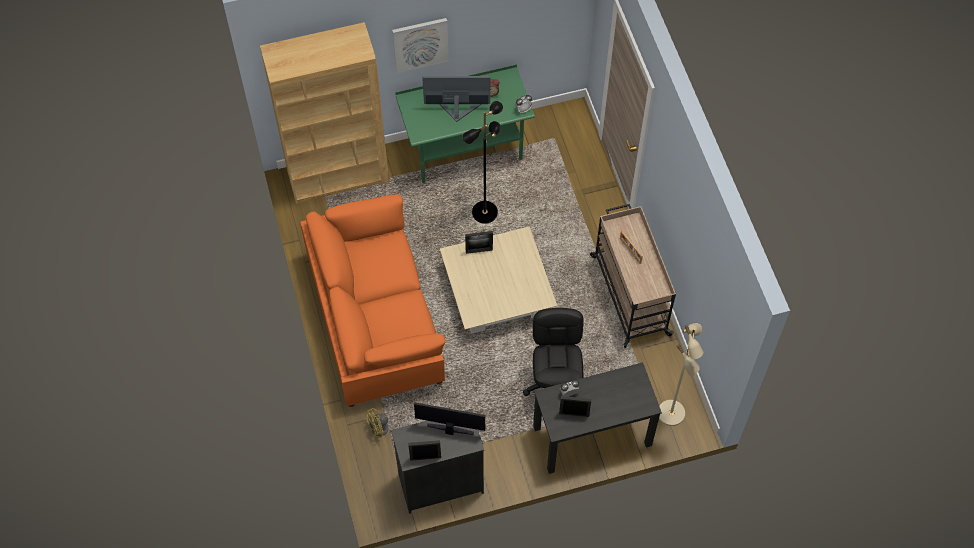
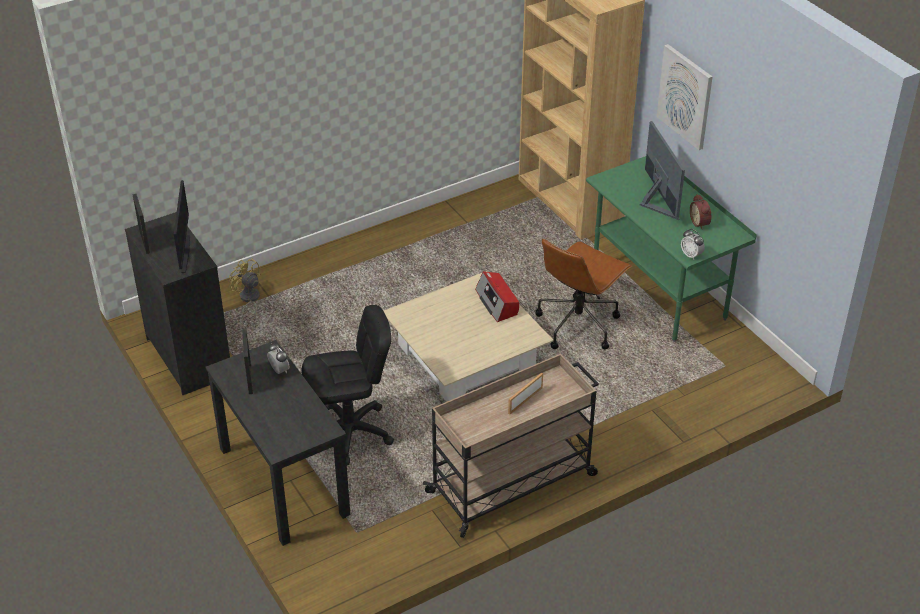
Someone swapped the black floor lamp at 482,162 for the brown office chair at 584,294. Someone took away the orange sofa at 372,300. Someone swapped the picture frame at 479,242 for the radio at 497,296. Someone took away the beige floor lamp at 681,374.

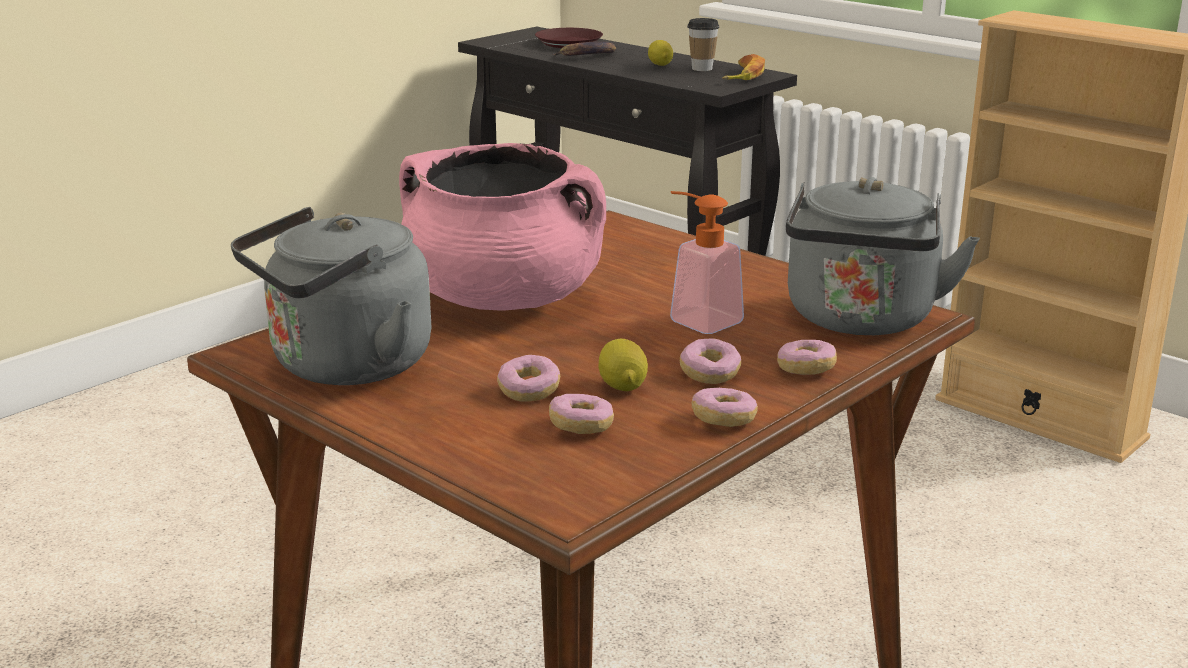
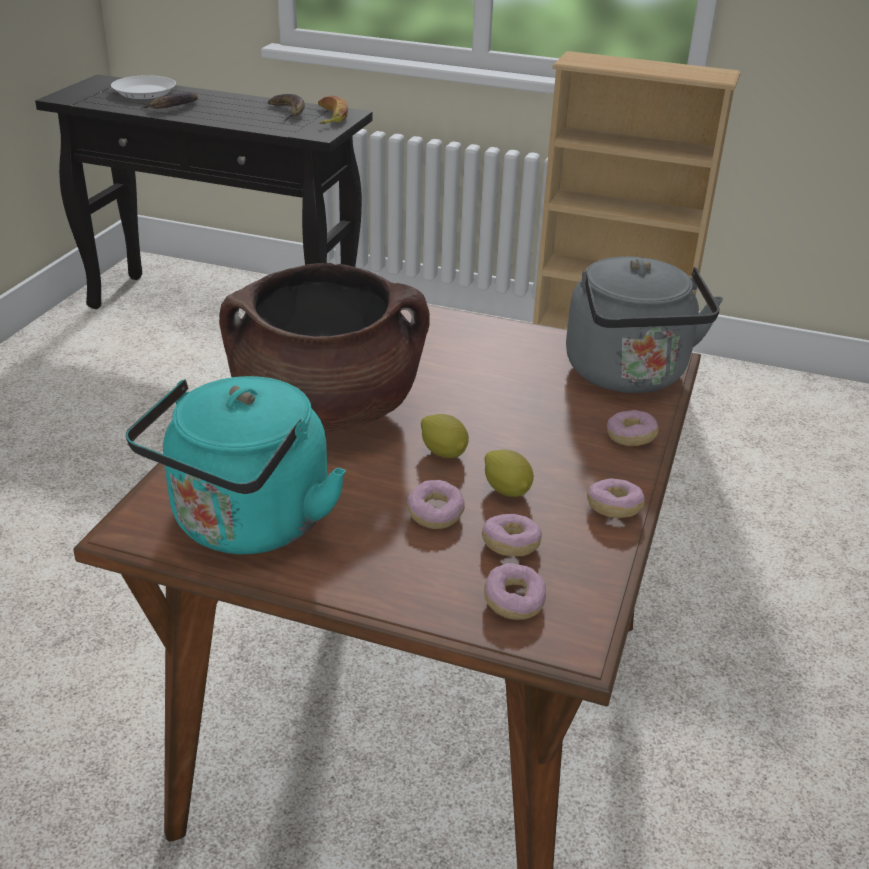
Someone swapped the cup at 703,44 for the banana at 286,108. Someone repainted the brown plate at 569,38, which became the white plate at 143,87. Someone carried the lemon from 660,53 to 445,436. Someone repainted the pink cooking pot at 502,226, which became the brown cooking pot at 324,347. Someone took away the soap dispenser at 707,262. Someone repainted the grey kettle at 331,296, which became the turquoise kettle at 236,465. Someone carried the donut from 710,361 to 515,591.

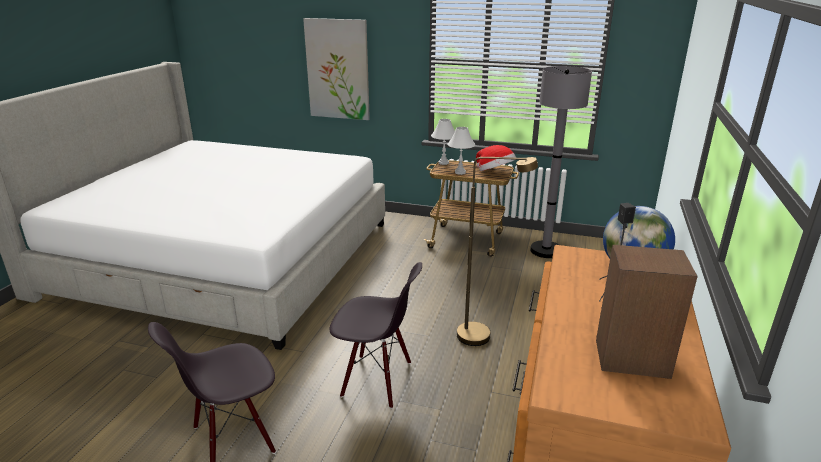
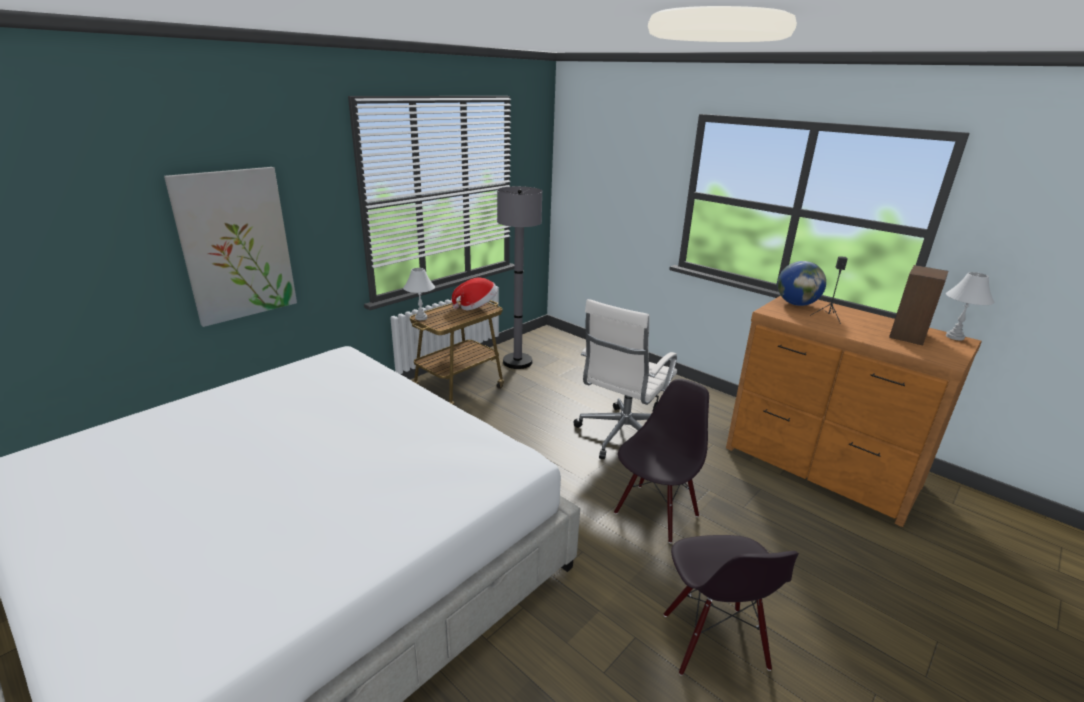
Someone carried the white table lamp from 461,151 to 970,306. Someone swapped the brown floor lamp at 497,251 for the white office chair at 625,379.

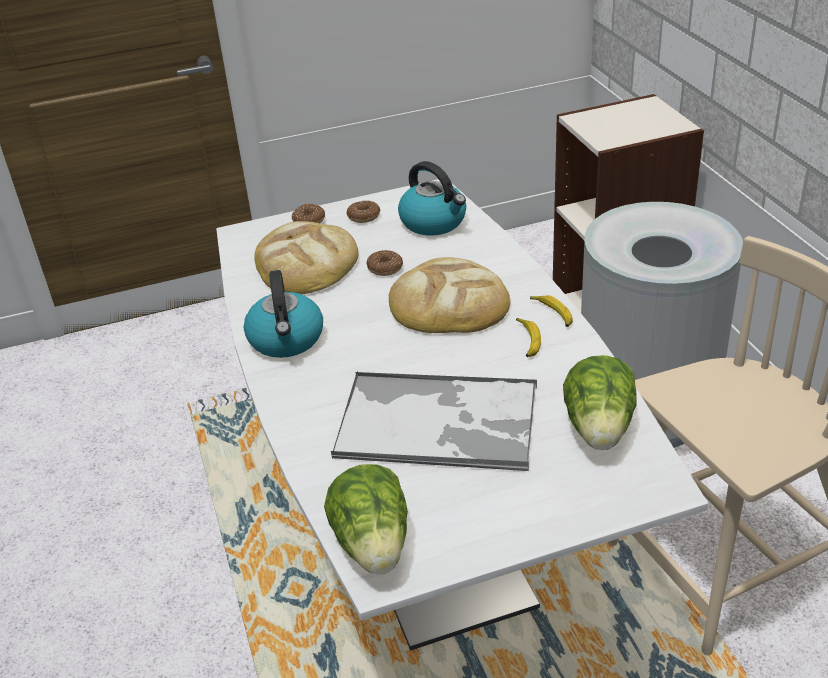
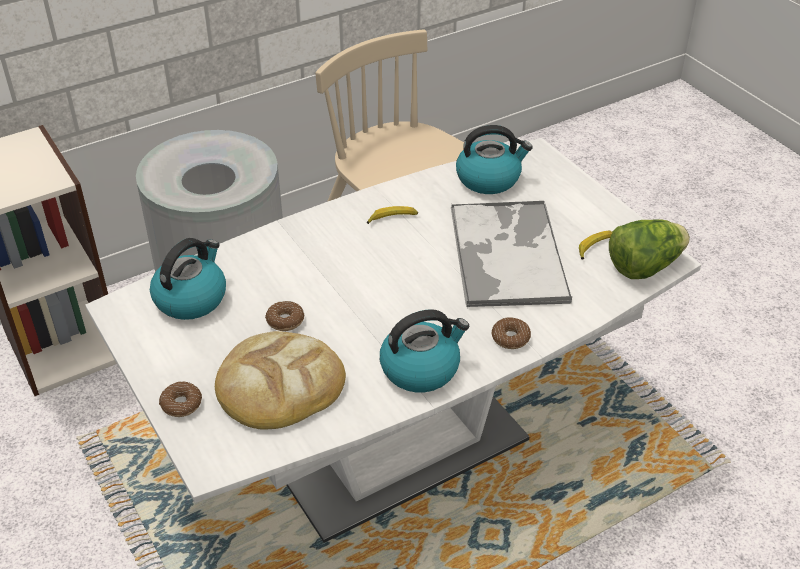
Someone carried the donut from 364,211 to 511,333. Someone took away the bread at 449,295. Someone carried the banana from 551,311 to 595,245. Someone swapped the lettuce at 600,402 for the kettle at 494,159.

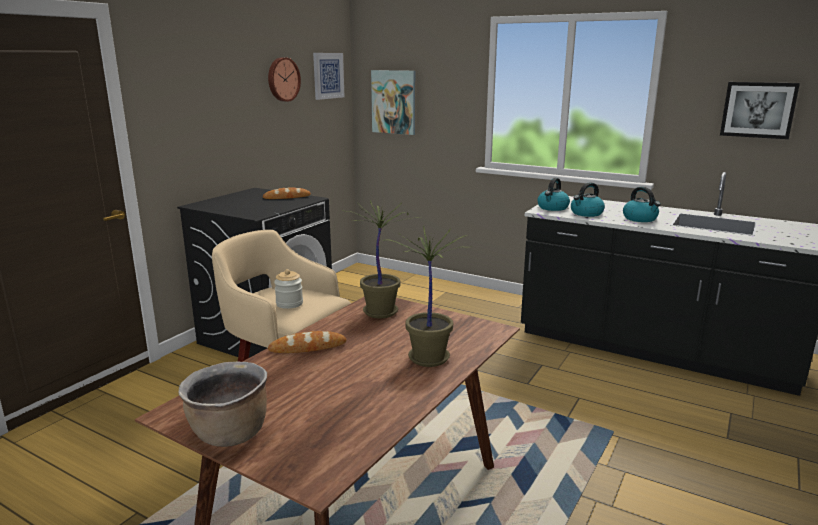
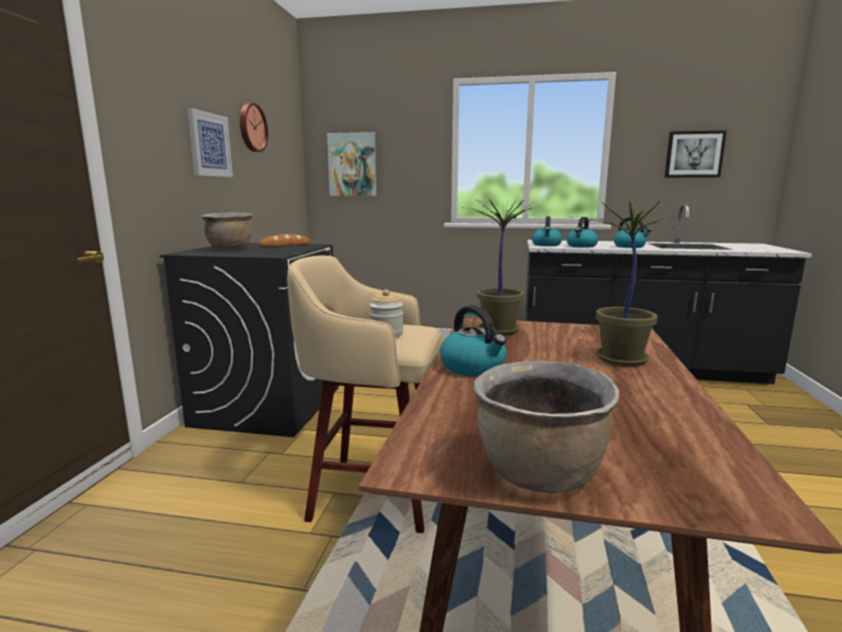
Someone carried the picture from 329,76 to 210,142. Someone swapped the bread at 307,342 for the kettle at 473,340. Someone put down the brown cooking pot at 227,231.

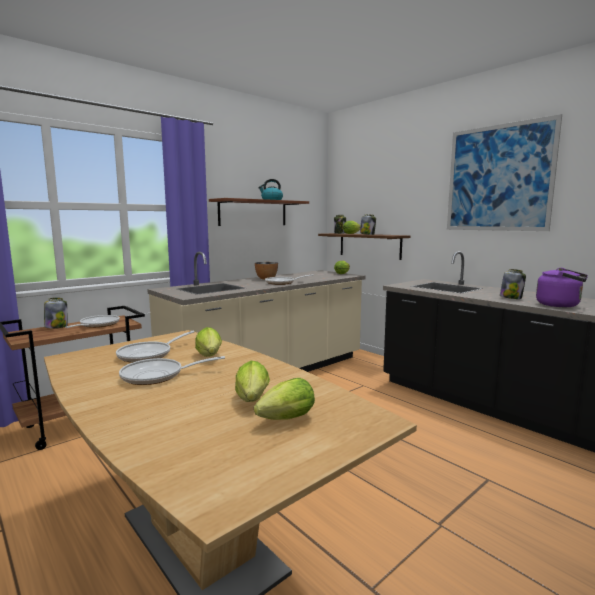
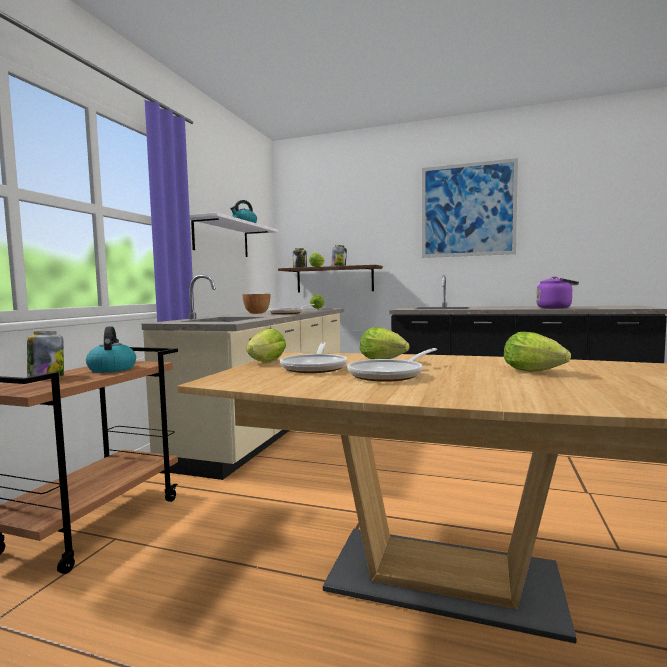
Someone repainted the brown shelf at 259,212, which became the white shelf at 234,234. Someone took away the jar at 513,284. Someone swapped the frying pan at 92,321 for the kettle at 111,350. Someone carried the lettuce from 284,399 to 266,345.

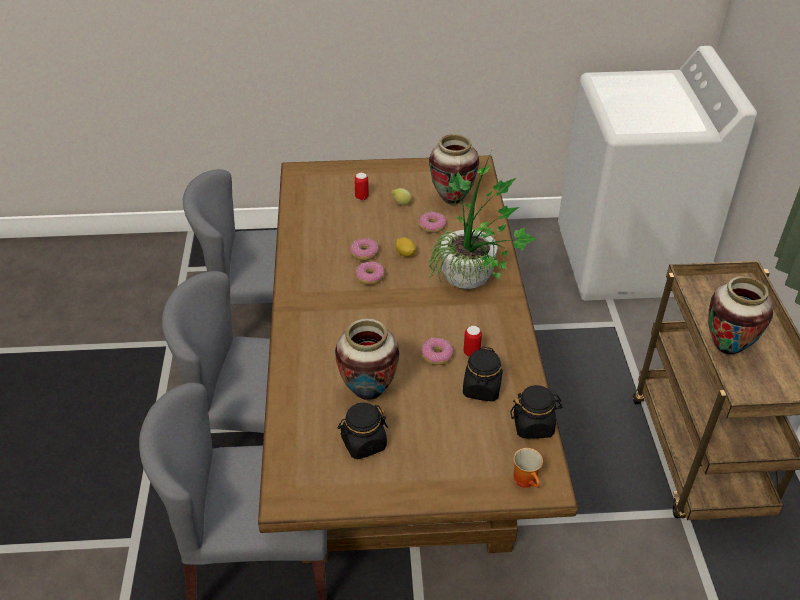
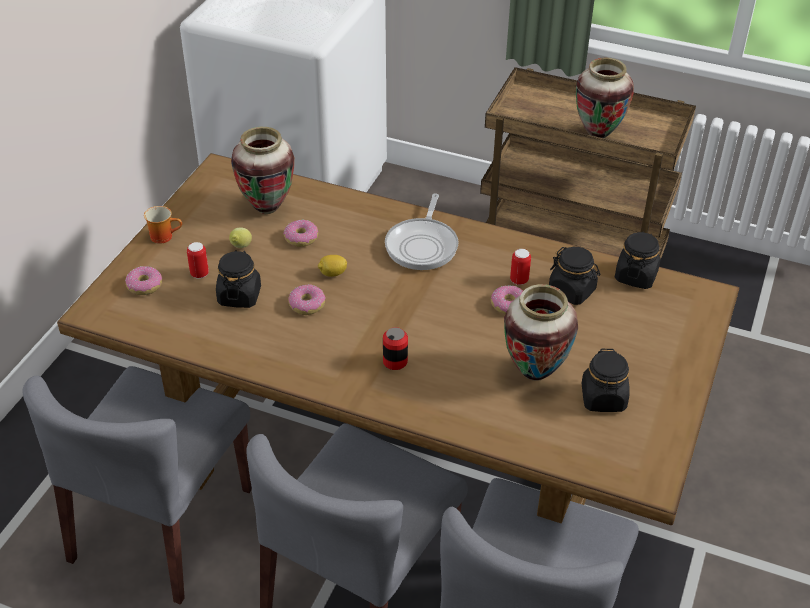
Someone swapped the potted plant at 482,221 for the frying pan at 422,231. Someone carried the donut from 370,273 to 143,280. Someone carried the mug from 528,468 to 163,225. Someone put down the black jar at 238,279. Someone put down the can at 395,348.

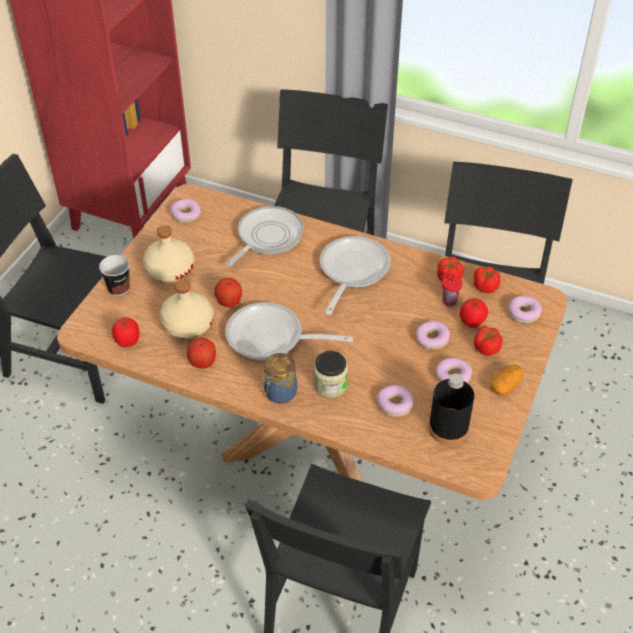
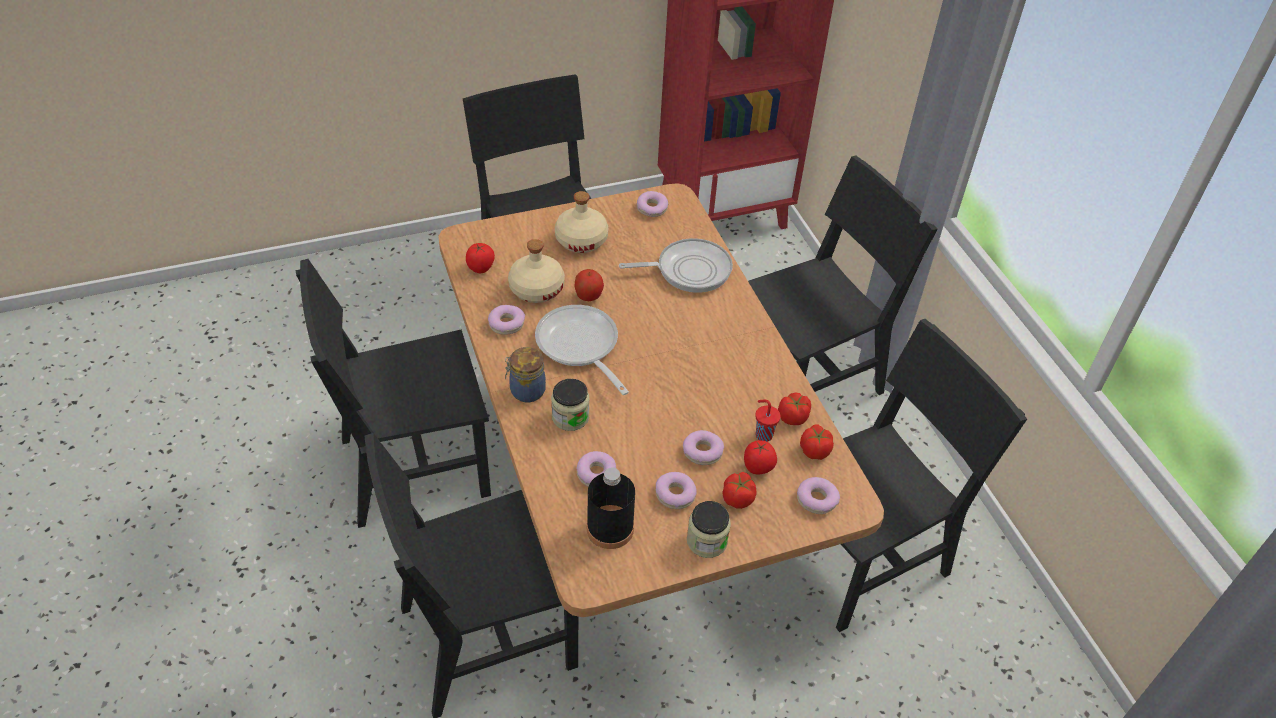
Someone took away the frying pan at 355,275. Someone took away the cup at 114,275. Someone swapped the apple at 201,353 for the donut at 506,320. Someone swapped the potato at 506,380 for the jar at 709,529. Someone put down the black chair at 393,393.

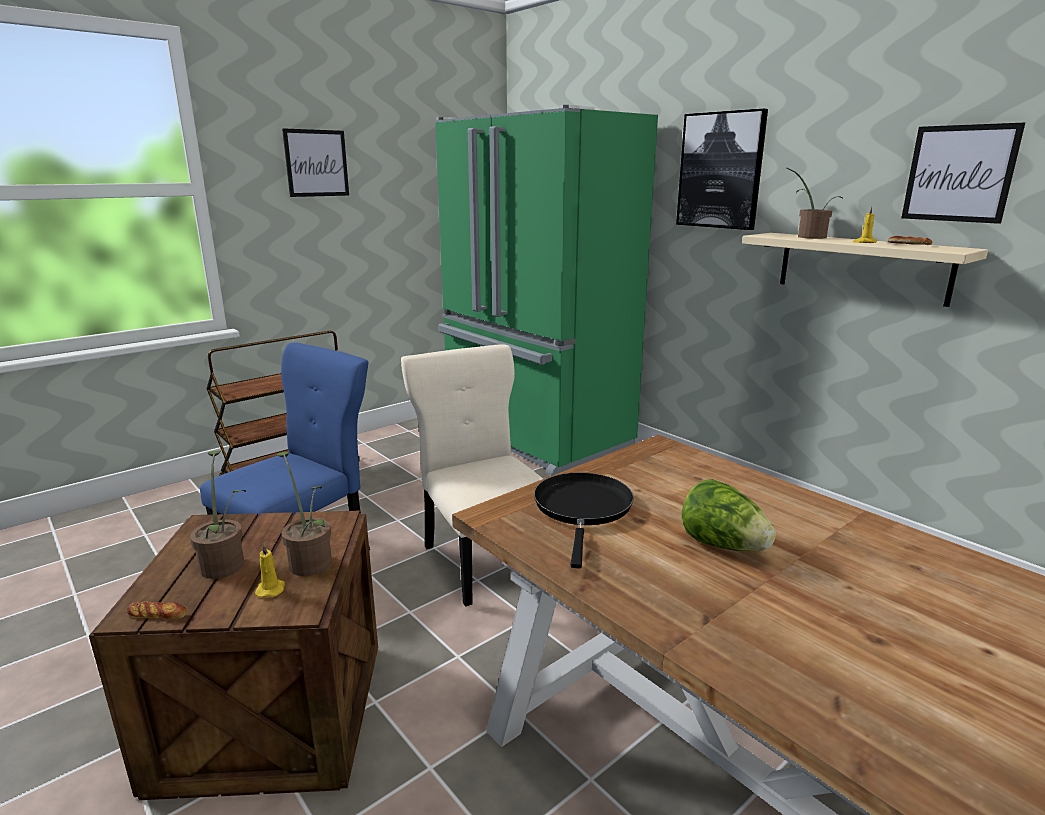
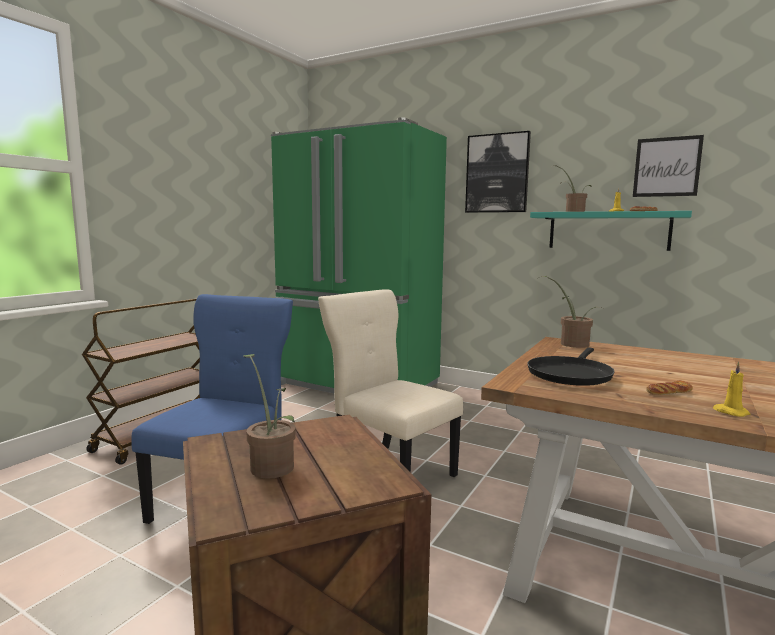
Someone took away the picture at 315,162. Someone repainted the beige shelf at 865,270, which became the turquoise shelf at 611,231. Someone carried the potted plant from 304,513 to 566,312. Someone rotated the black frying pan at 584,520 by 135 degrees counterclockwise. Someone took away the lettuce at 729,515. Someone carried the yellow candle from 270,570 to 731,389. Someone carried the bread from 157,610 to 669,388.

